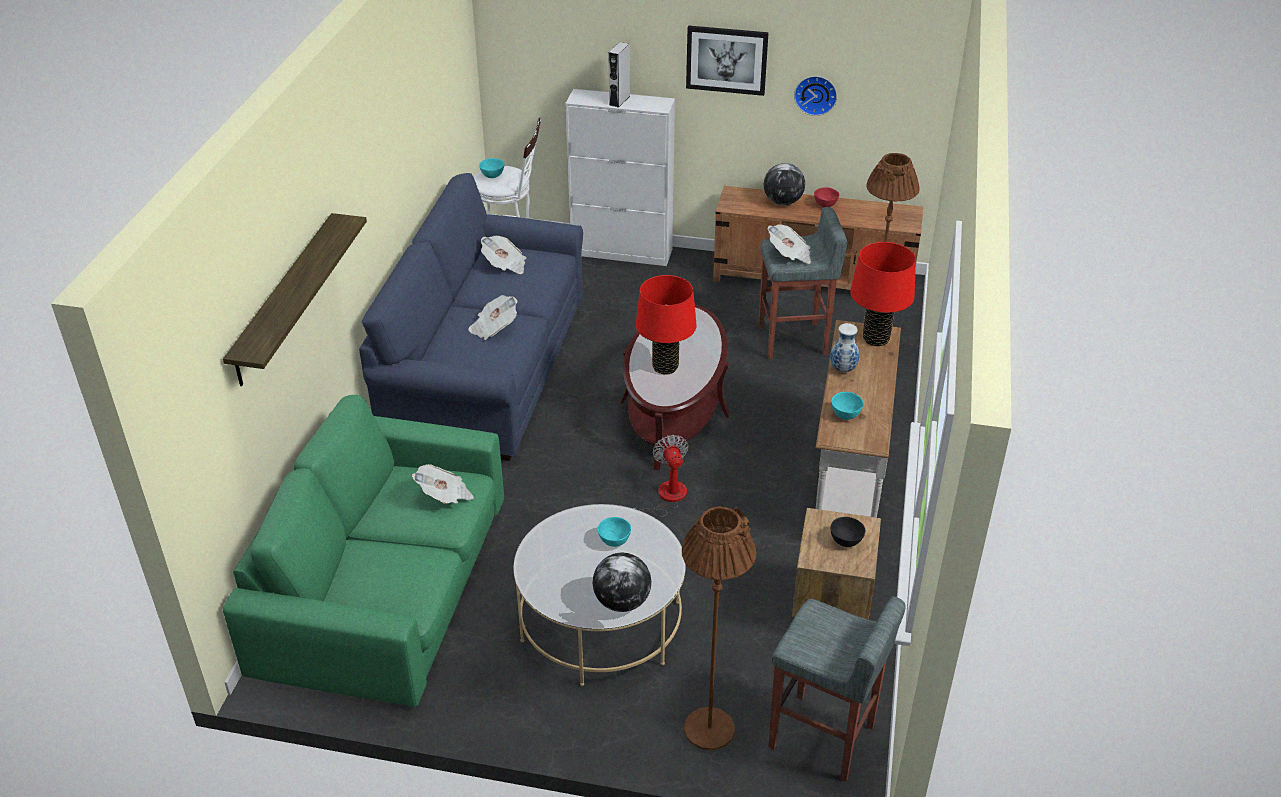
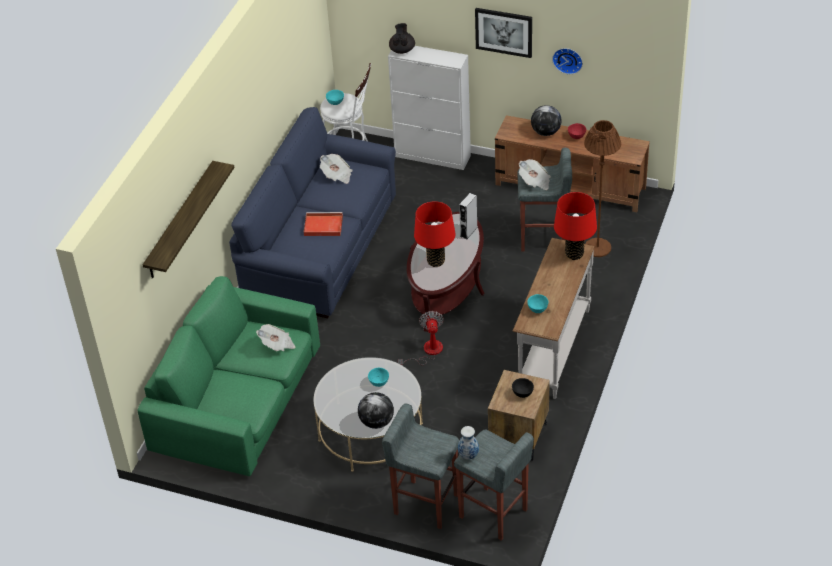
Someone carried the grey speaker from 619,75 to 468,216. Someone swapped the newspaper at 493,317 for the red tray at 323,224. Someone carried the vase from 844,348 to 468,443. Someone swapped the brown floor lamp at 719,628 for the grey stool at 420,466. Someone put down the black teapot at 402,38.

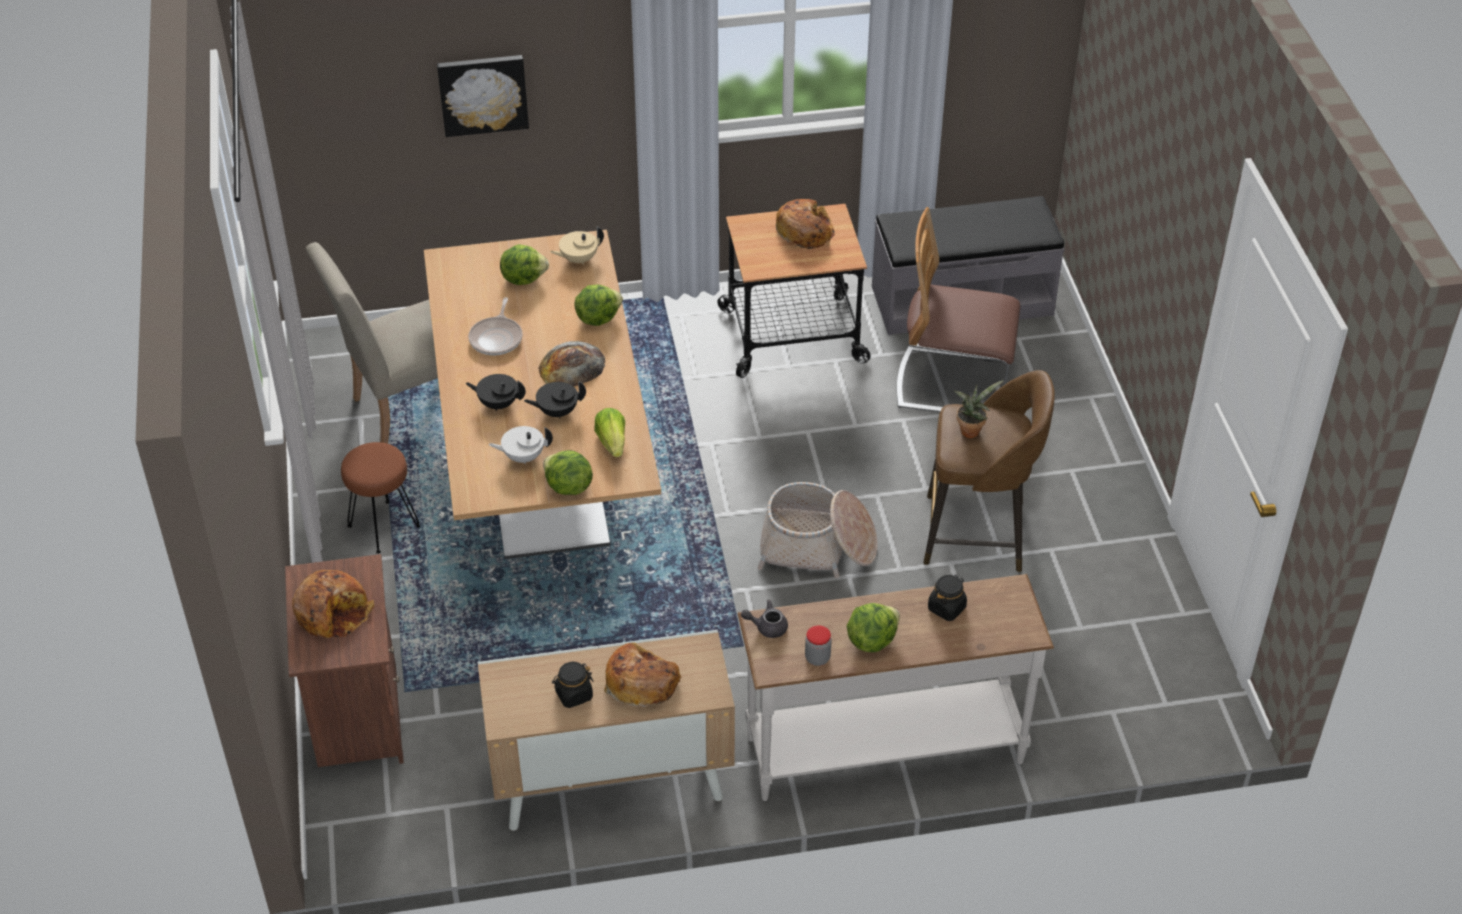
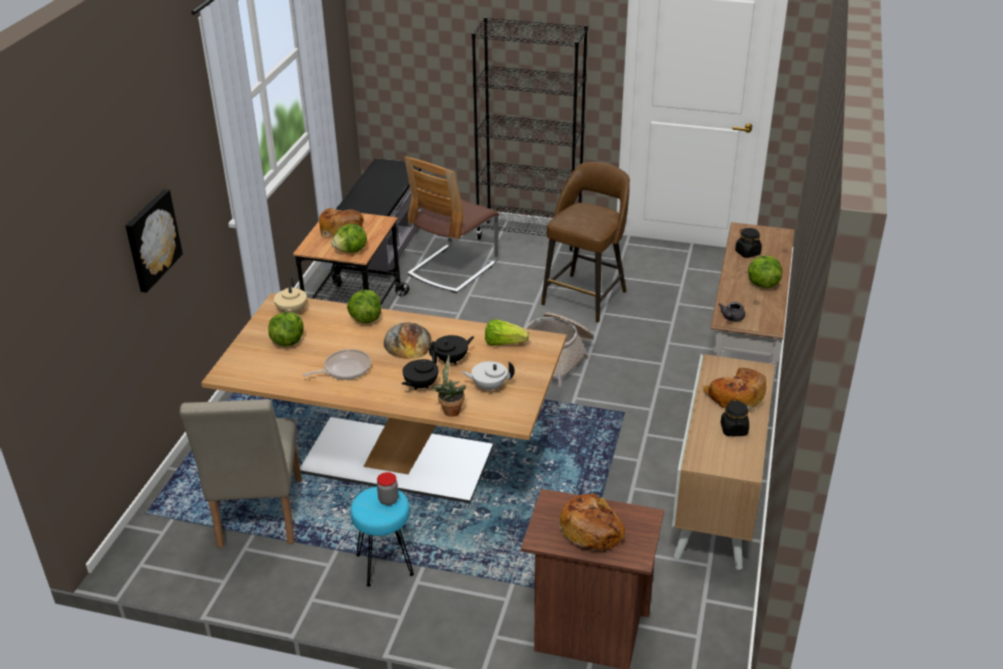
Someone rotated the frying pan at 495,326 by 60 degrees counterclockwise. Someone carried the potted plant from 978,409 to 449,386. Someone rotated the black teapot at 555,400 by 135 degrees counterclockwise. Someone rotated the white teapot at 521,445 by 75 degrees clockwise. Someone repainted the brown stool at 380,498, which became the turquoise stool at 382,536. Someone carried the lettuce from 568,472 to 349,238. Someone carried the jar from 818,645 to 387,488. Someone put down the black bookcase at 530,134.

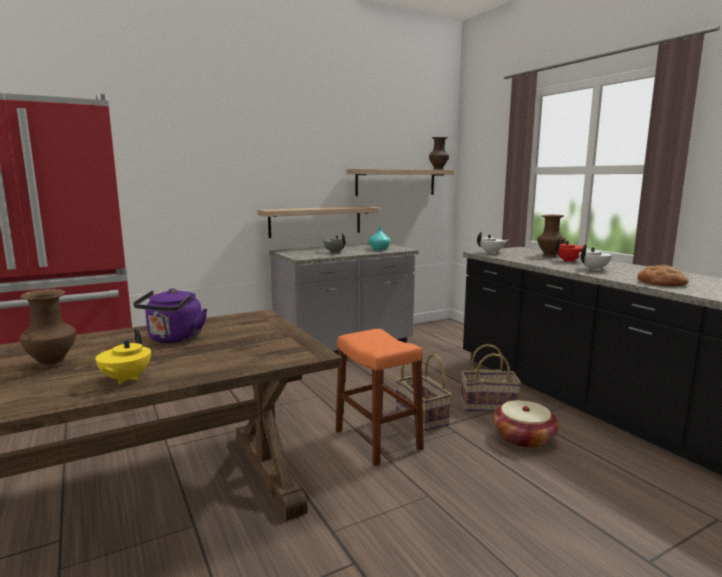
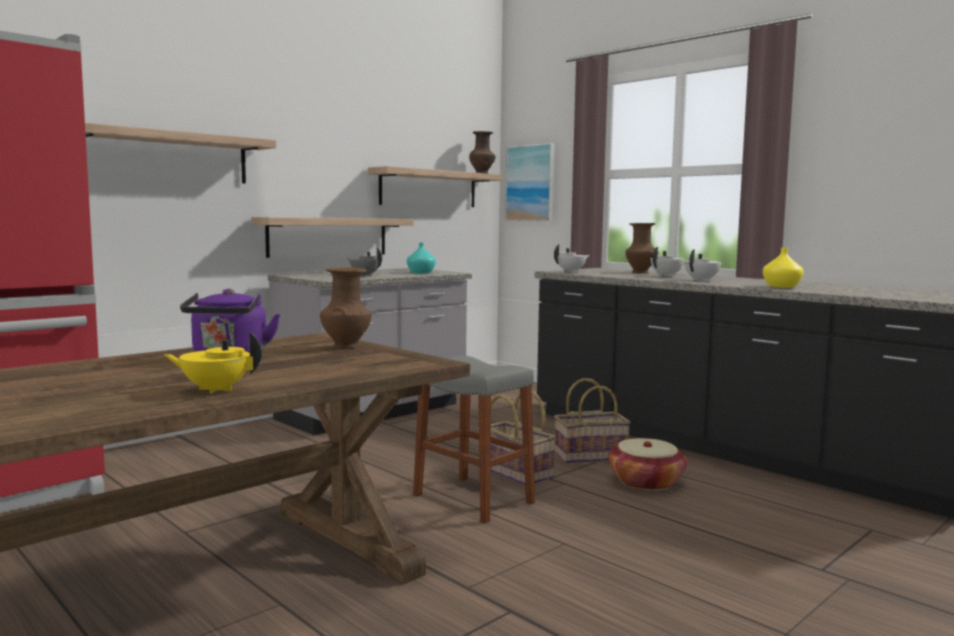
Someone repainted the red teapot at 569,250, which became the white teapot at 668,262. Someone swapped the bread at 663,275 for the yellow vase at 783,267. Someone carried the brown vase from 48,329 to 346,308. Someone rotated the yellow teapot at 123,356 by 105 degrees clockwise. Someone repainted the orange stool at 380,397, which became the grey stool at 474,440. Someone put up the shelf at 180,153. Someone put up the picture at 530,182.

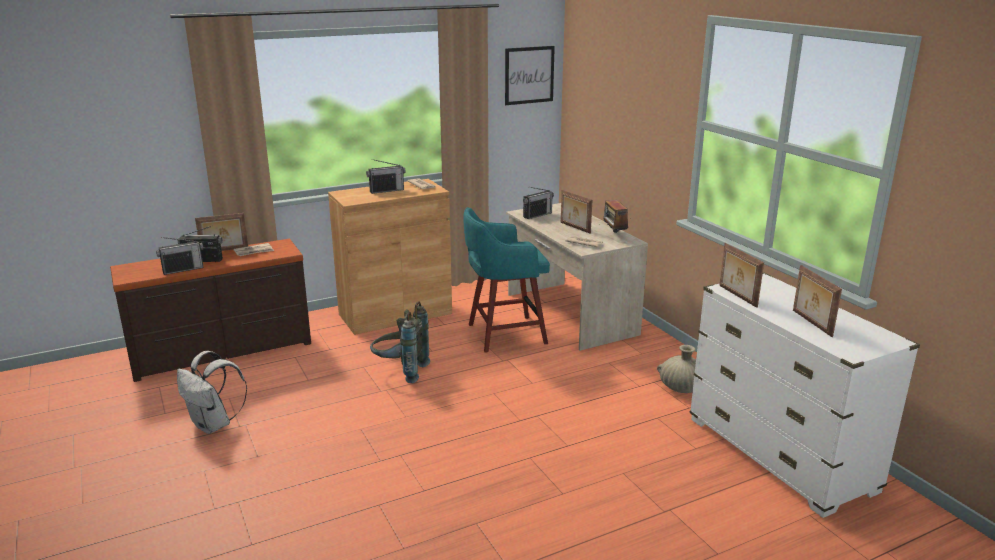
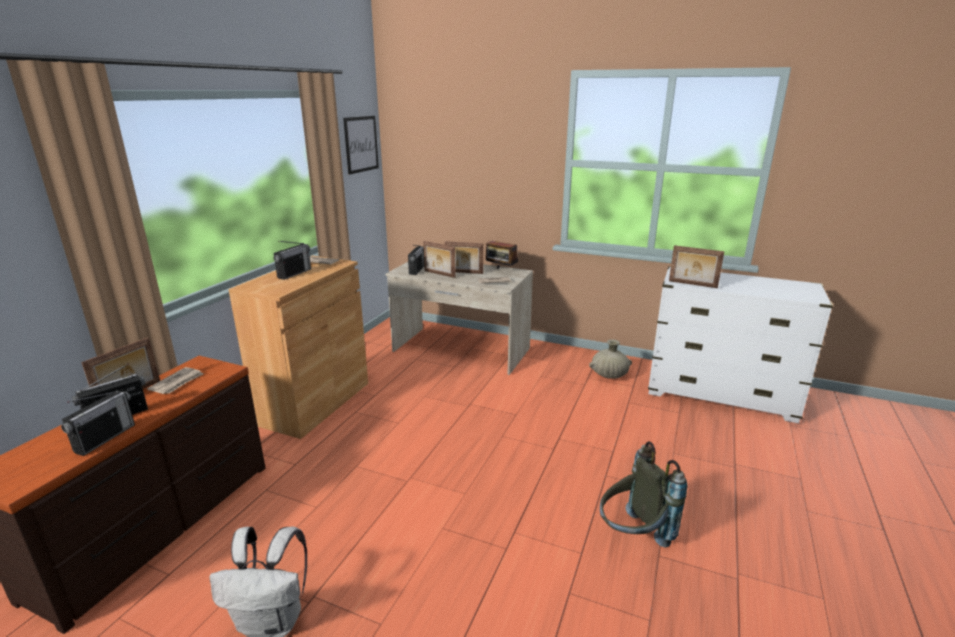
Someone took away the turquoise stool at 506,280. Someone carried the picture frame from 817,301 to 439,259. Someone carried the grey backpack from 400,342 to 643,494.

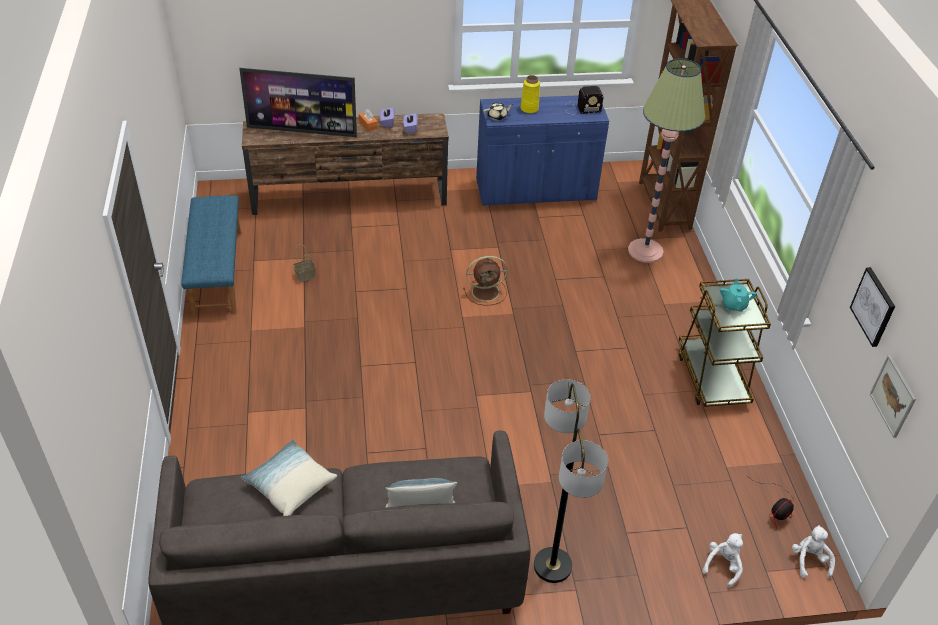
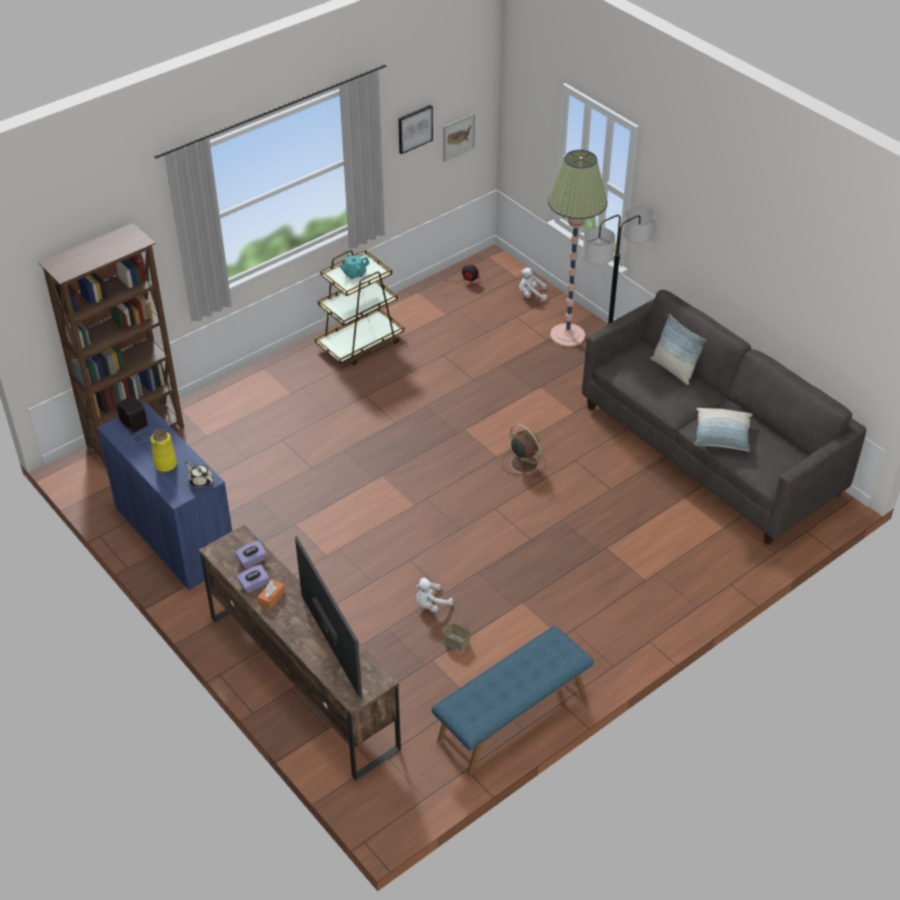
Someone carried the floor lamp from 666,161 to 577,248. Someone carried the brown fan from 485,281 to 523,451. Someone carried the white plush toy from 813,551 to 434,595.

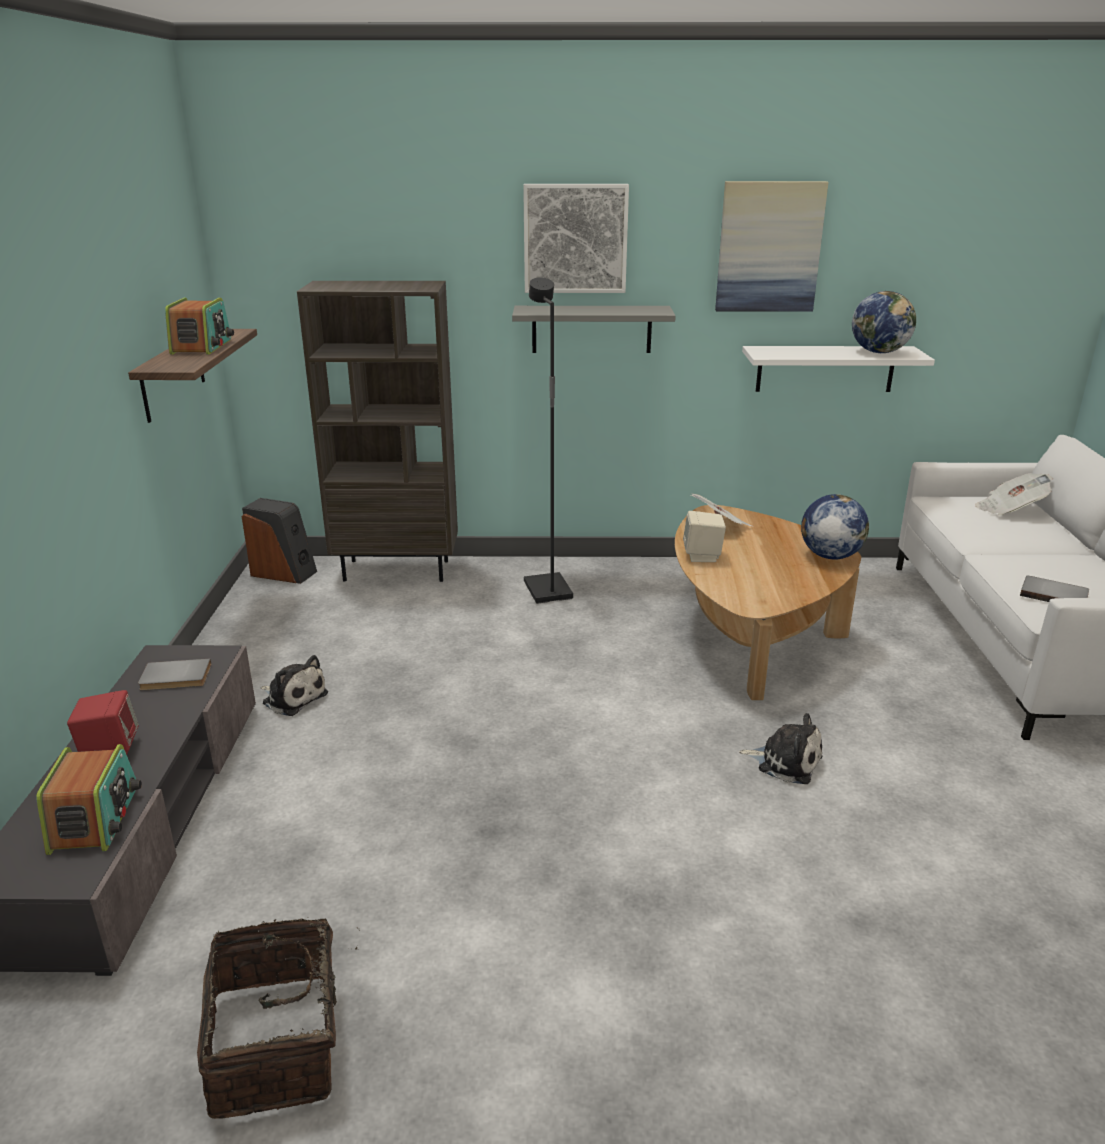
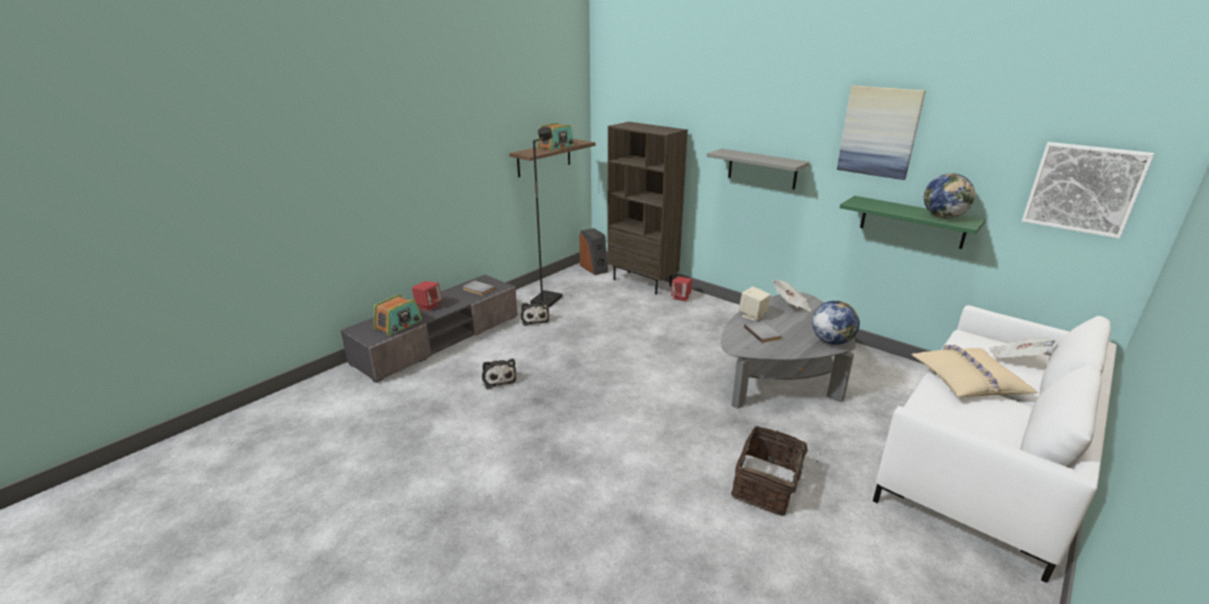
Someone carried the picture from 576,238 to 1088,190. Someone carried the black floor lamp from 548,440 to 546,217. Someone repainted the white shelf at 838,369, which became the green shelf at 913,222. Someone repainted the brown coffee table at 768,602, which became the grey coffee table at 788,350. Someone carried the grey book from 1054,589 to 763,332. Someone carried the plush toy from 780,748 to 499,374. Someone carried the basket from 278,1018 to 776,471. Someone put down the red speaker at 681,288. Someone put down the beige pillow at 974,371.

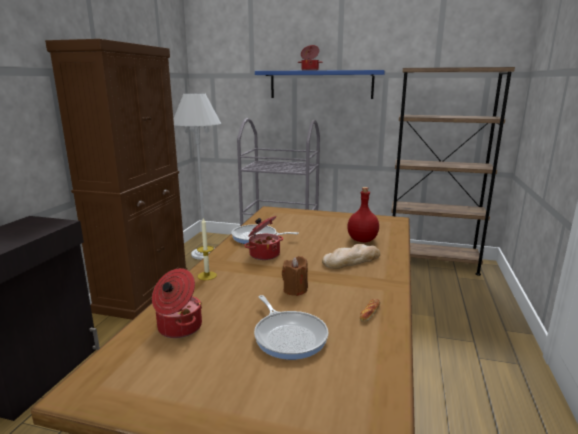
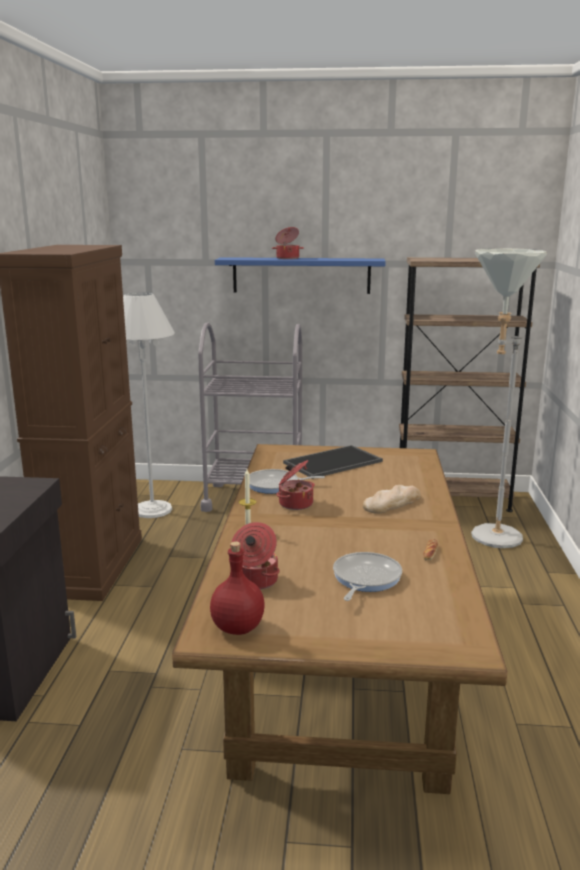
Someone carried the red bottle from 363,214 to 237,588. Someone took away the brown candle at 295,276. Someone rotated the frying pan at 291,327 by 120 degrees counterclockwise. Someone put down the grey floor lamp at 509,398. Someone put down the tray at 333,462.

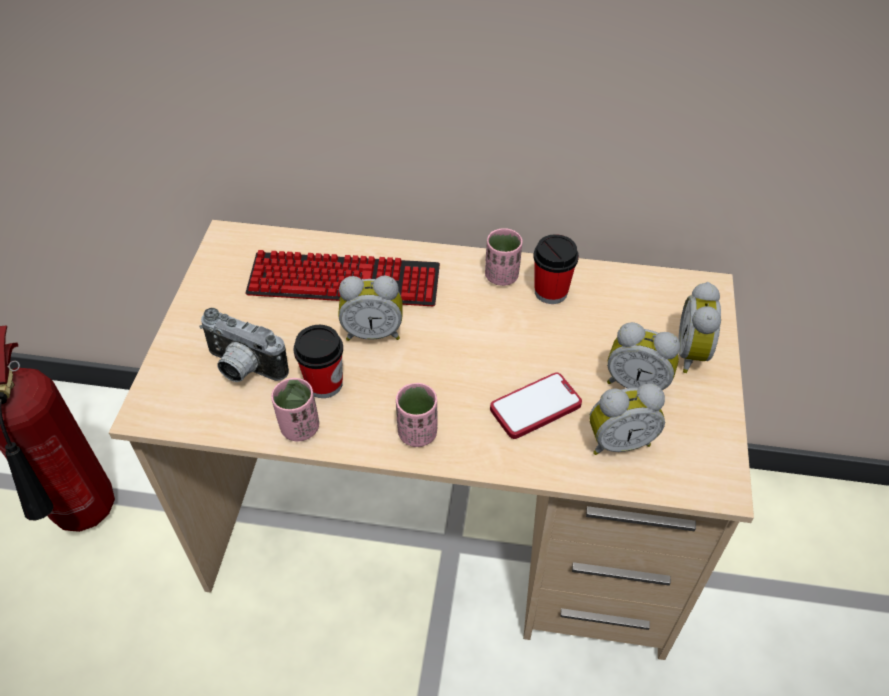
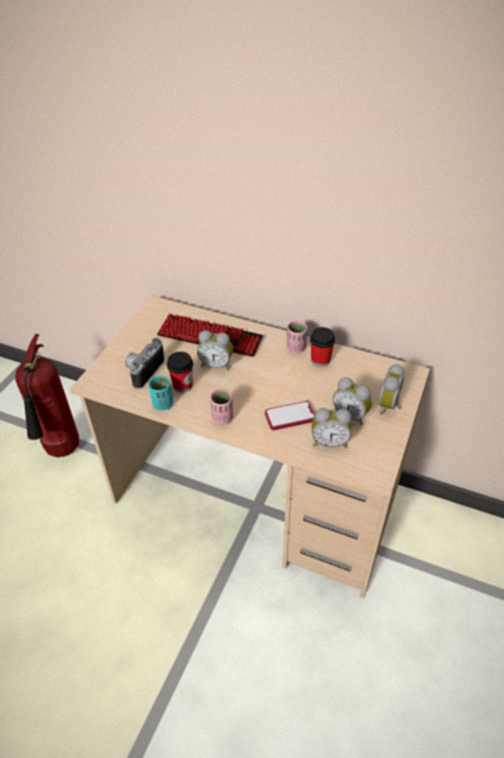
Someone rotated the photo camera at 244,345 by 75 degrees clockwise. Someone repainted the pink cup at 295,410, which became the turquoise cup at 161,393.

